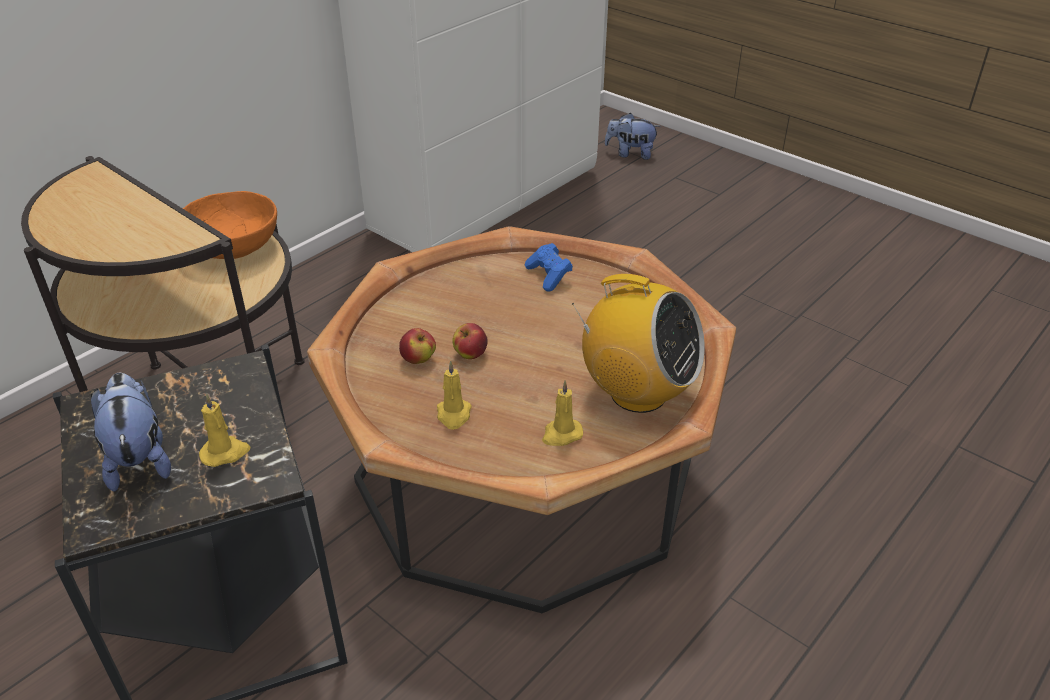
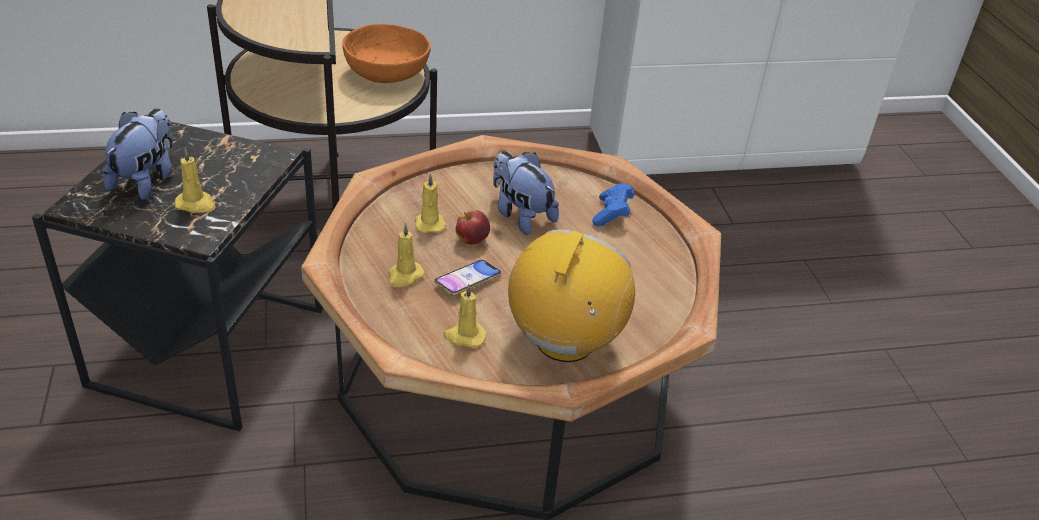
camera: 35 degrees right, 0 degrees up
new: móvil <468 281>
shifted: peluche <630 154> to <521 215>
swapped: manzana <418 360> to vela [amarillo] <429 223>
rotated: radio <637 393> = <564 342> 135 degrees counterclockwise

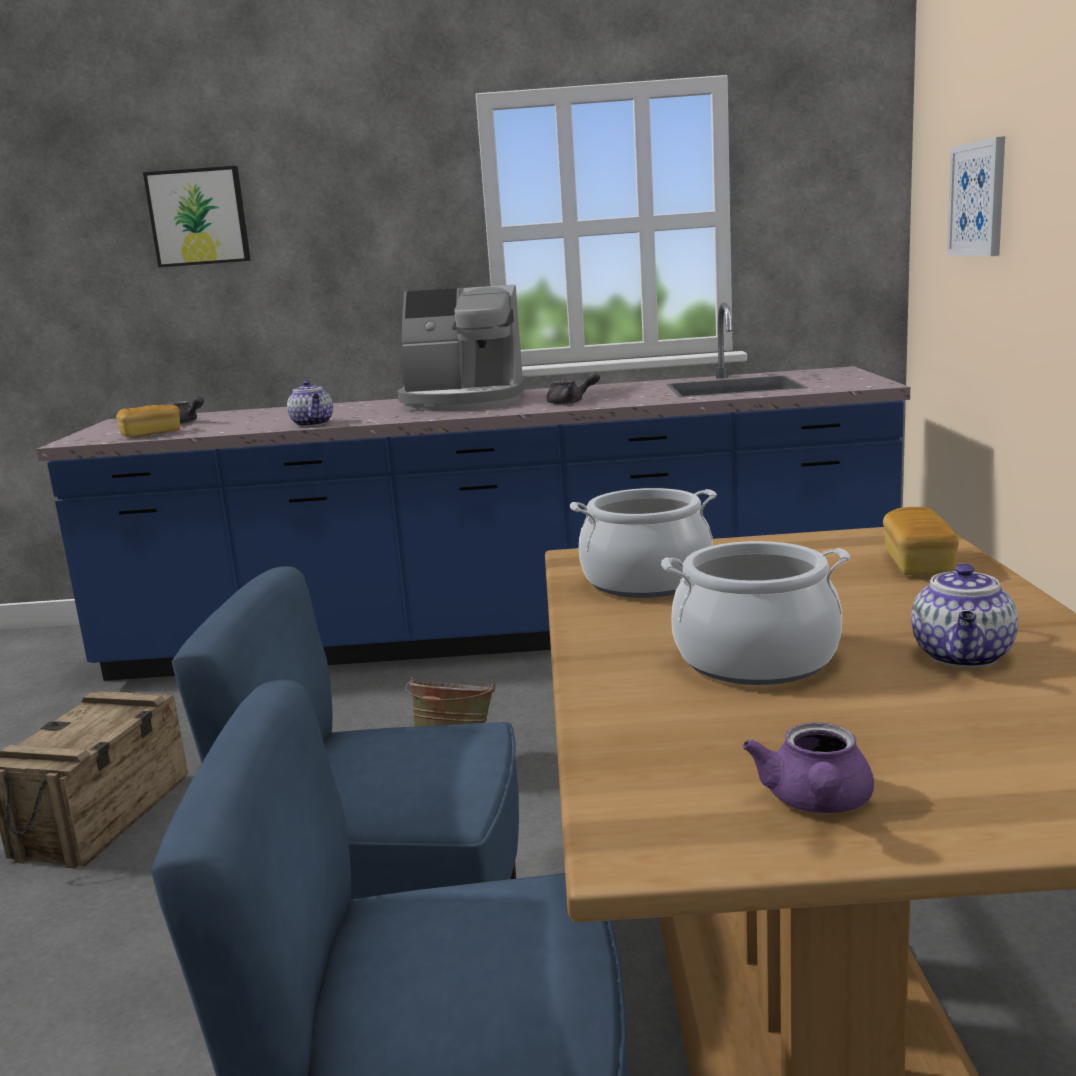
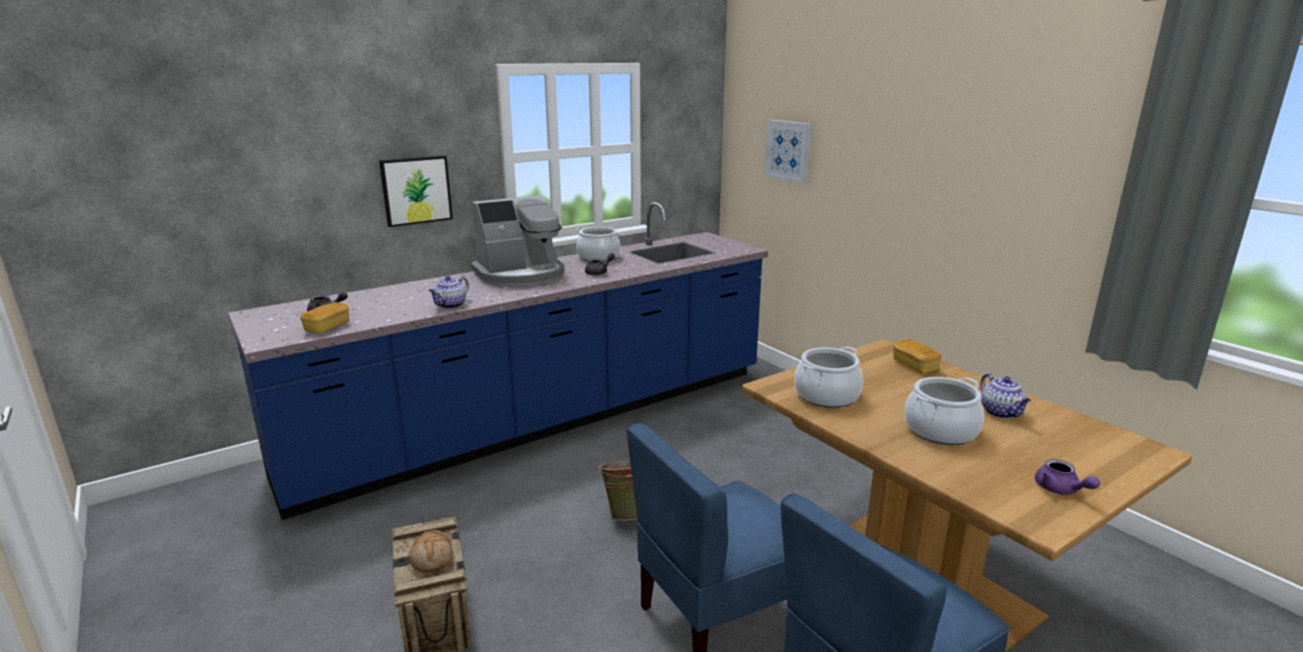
camera: 35 degrees left, 5 degrees up
new: pan <433 558>; olla <598 257>
shifted: cuadro <199 217> to <416 190>
rotated: tetera <313 424> = <450 305> 90 degrees clockwise

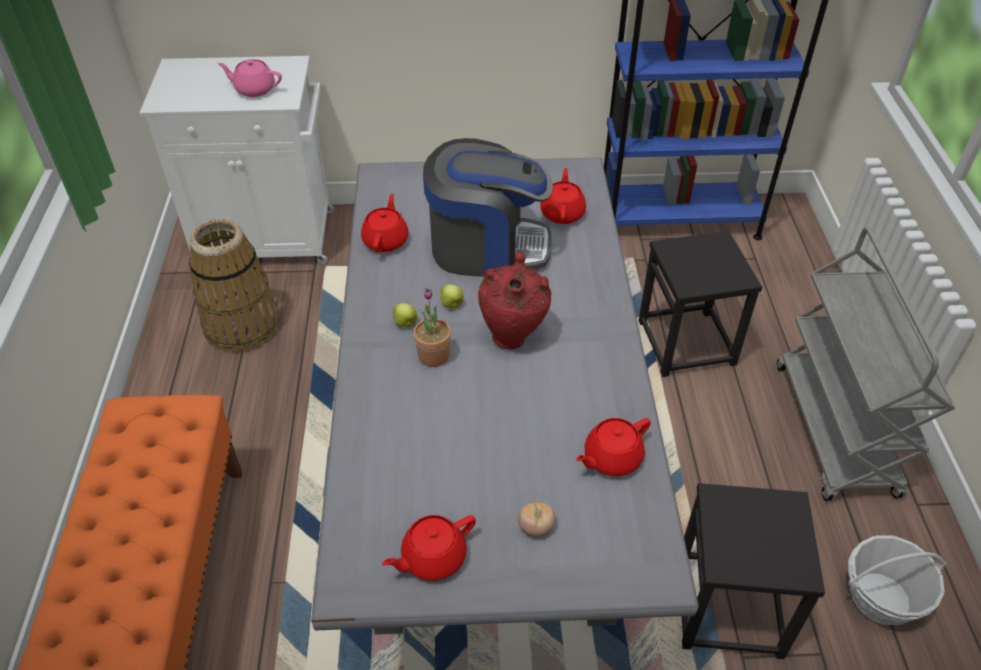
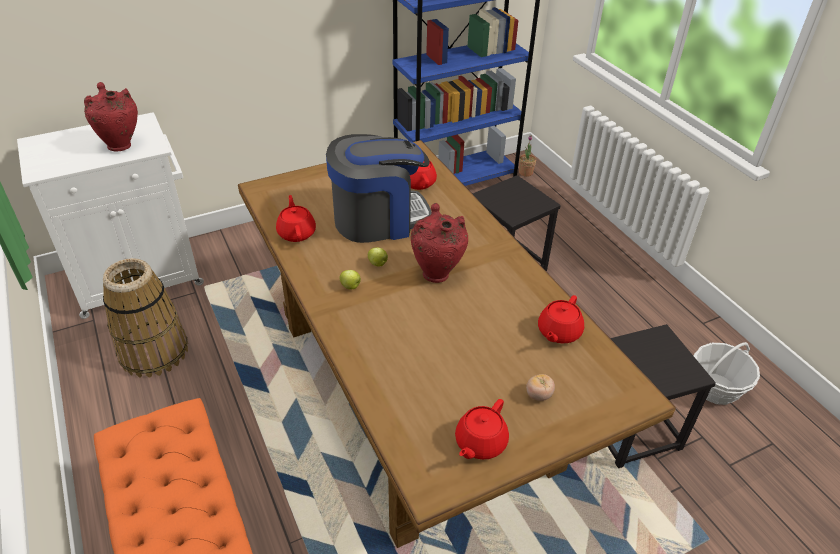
camera: 25 degrees left, 5 degrees down
gone: carrito [gris] <835 430>
shifted: planta en maceta <433 356> to <525 173>
swapped: tetera [rosa] <254 89> to florero [rojo] <121 145>
repainted: mesa de comedor [gris] <487 465> to mesa de comedor [marrón] <414 392>

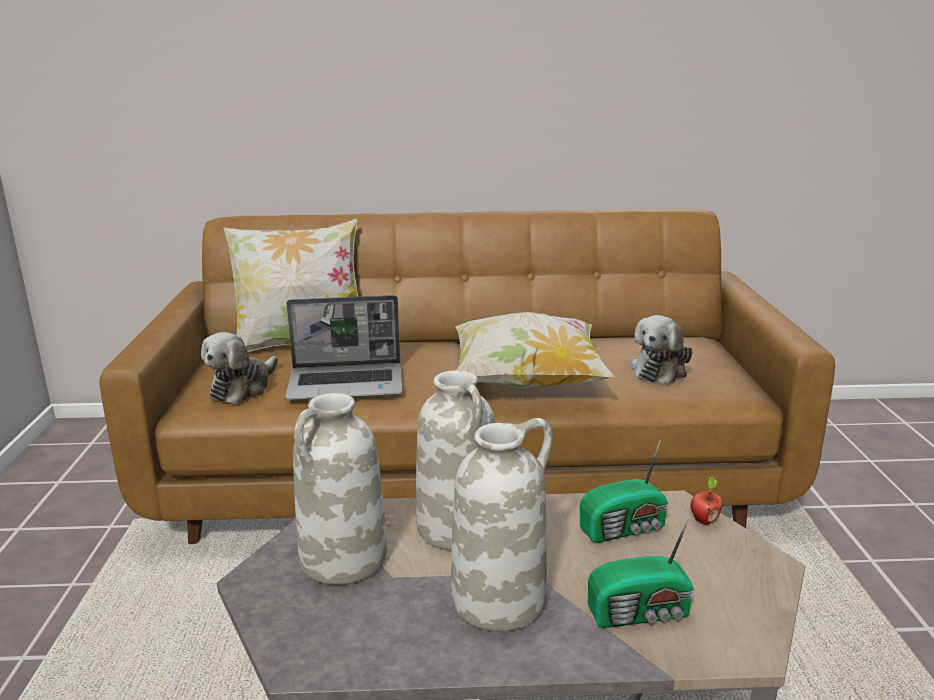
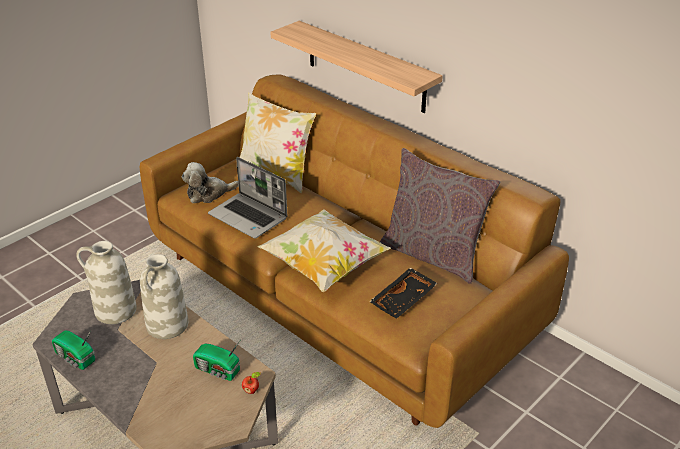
camera: 45 degrees right, 15 degrees up
gone: florero [blanco] <499 599>
new: estante <365 67>; cojín [gris] <433 255>
shifted: radio <642 613> to <75 358>
swapped: peluche <660 370> to bandeja [negro] <404 300>

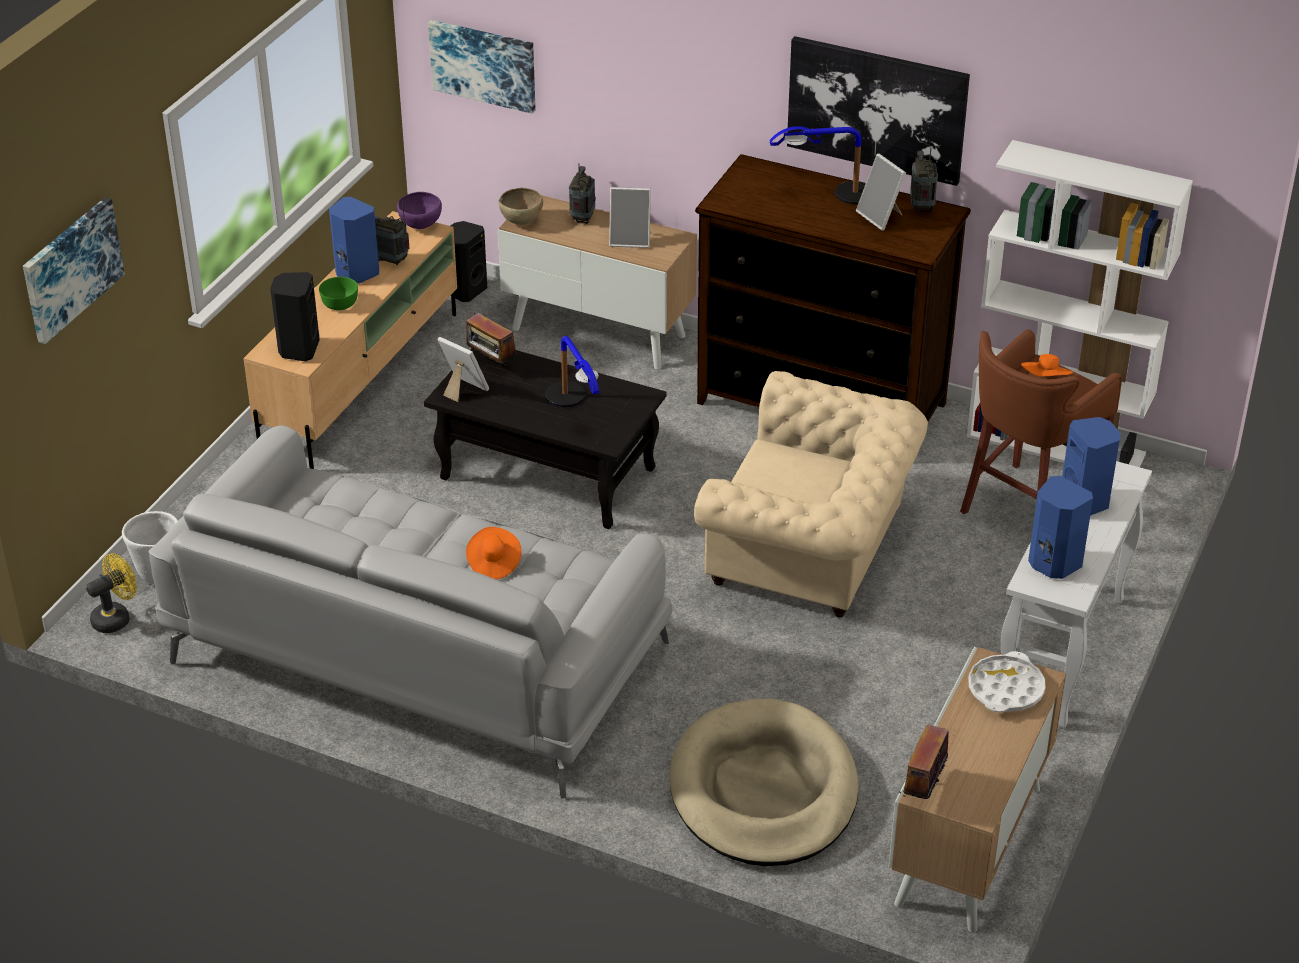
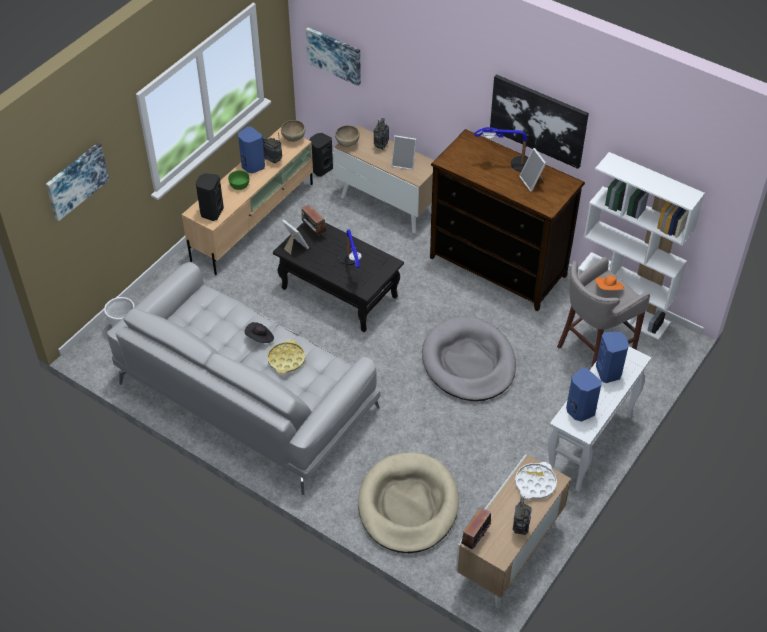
camera: 10 degrees right, 10 degrees up
gone: ventilador [amarillo] <116 617>
new: sombrero [negro] <260 338>
shifted: radio <921 208> to <520 529>
swapped: sombrero [naranja] <493 563> to bandeja [amarillo] <286 360>; sillón [beis] <811 554> to cama para perro [gris] <469 362>
repainted: cuenco [morado] <420 226> to cuenco [marrón] <293 139>; taburete [marrón] <1025 510> to taburete [gris] <593 350>

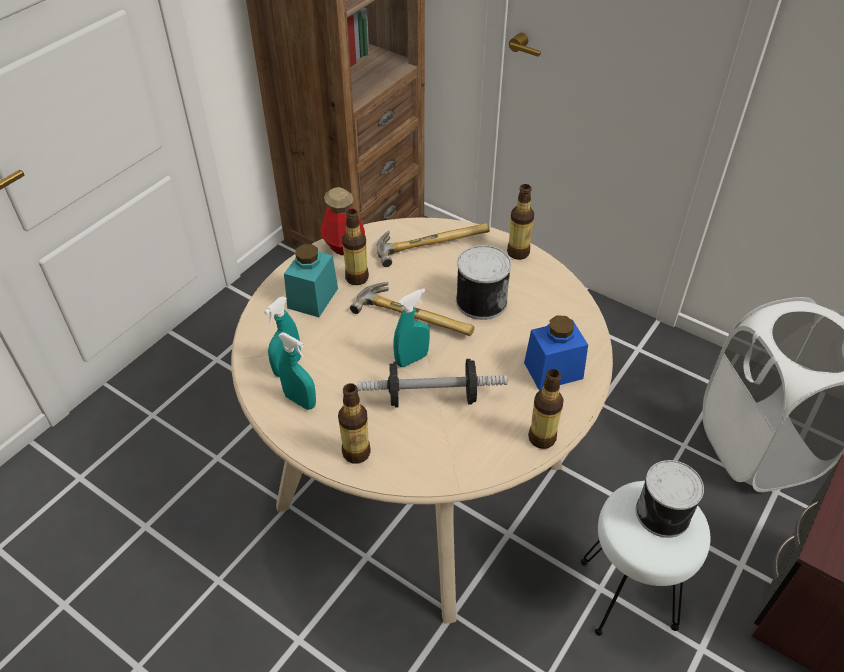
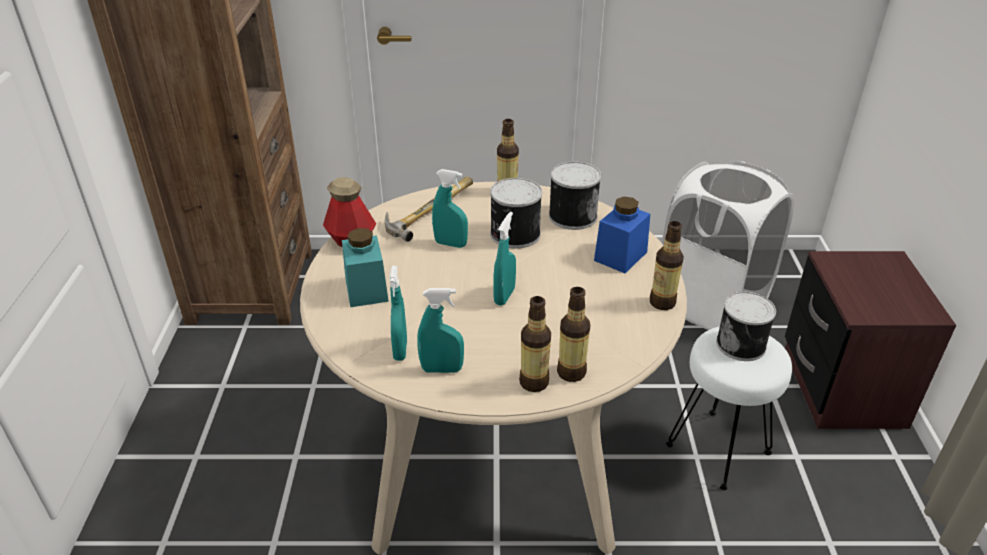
camera: 35 degrees left, 10 degrees down
gone: martillo <416 314>; mancuerna <432 397>
new: pulverizador [turquesa] <450 244>; lata <571 215>
shifted: botella <357 278> to <571 372>

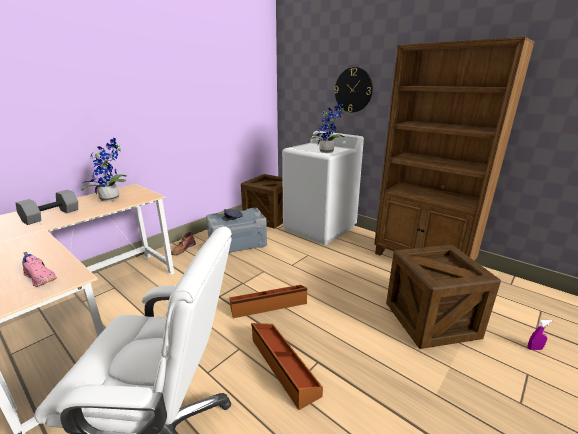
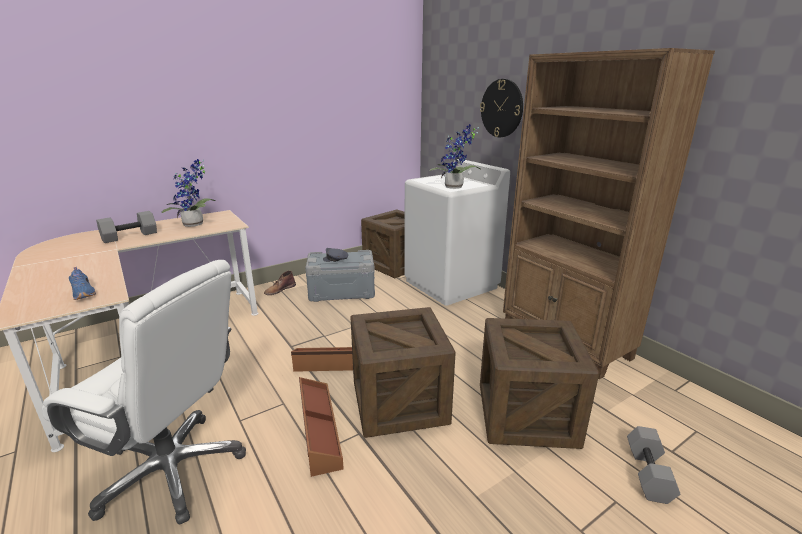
camera: 15 degrees right, 0 degrees up
new: caja de embalaje <399 402>
swapped: pulverizador [morado] <534 348> to mancuerna [gris] <649 474>
repainted: zapato [rosa] <41 278> to zapato [azul] <84 293>

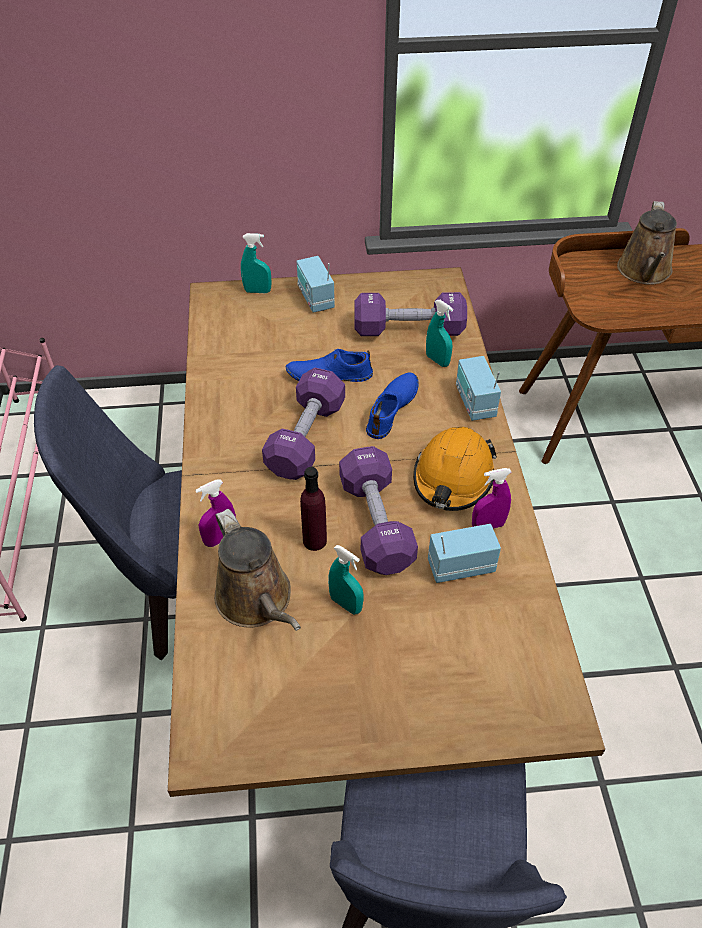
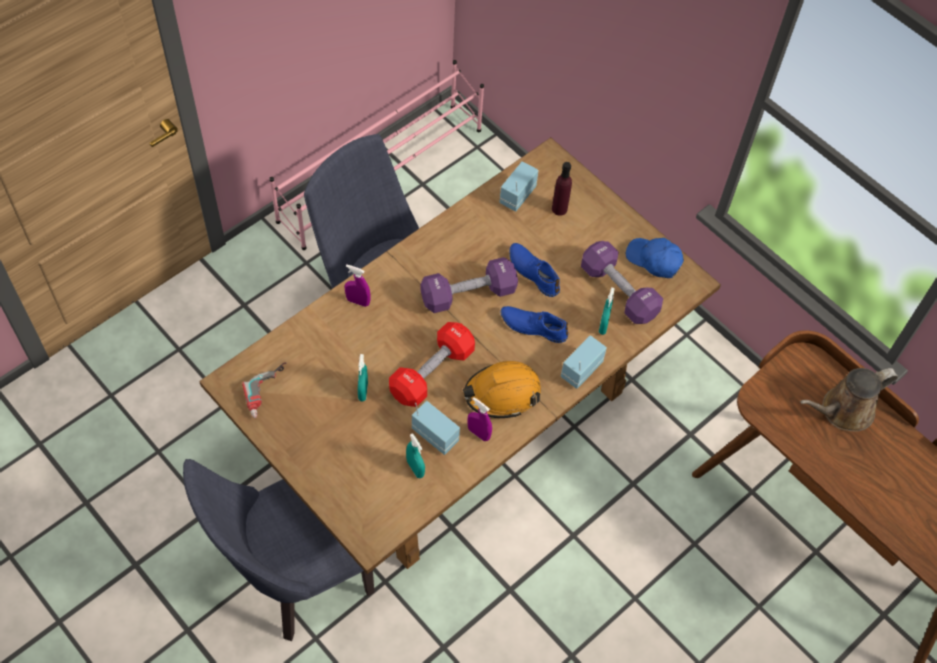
camera: 50 degrees right, 10 degrees up
gone: regadera [marrón] <257 601>
new: taladro <269 392>; gorra [azul] <654 260>
shifted: pulverizador [turquesa] <257 291> to <415 468>; radio <315 298> to <517 195>; botella [morado] <314 541> to <559 209>
repainted: mancuerna [morado] <376 523> to mancuerna [rojo] <432 372>
rotated: zapato [azul] <392 409> = <533 326> 150 degrees counterclockwise

